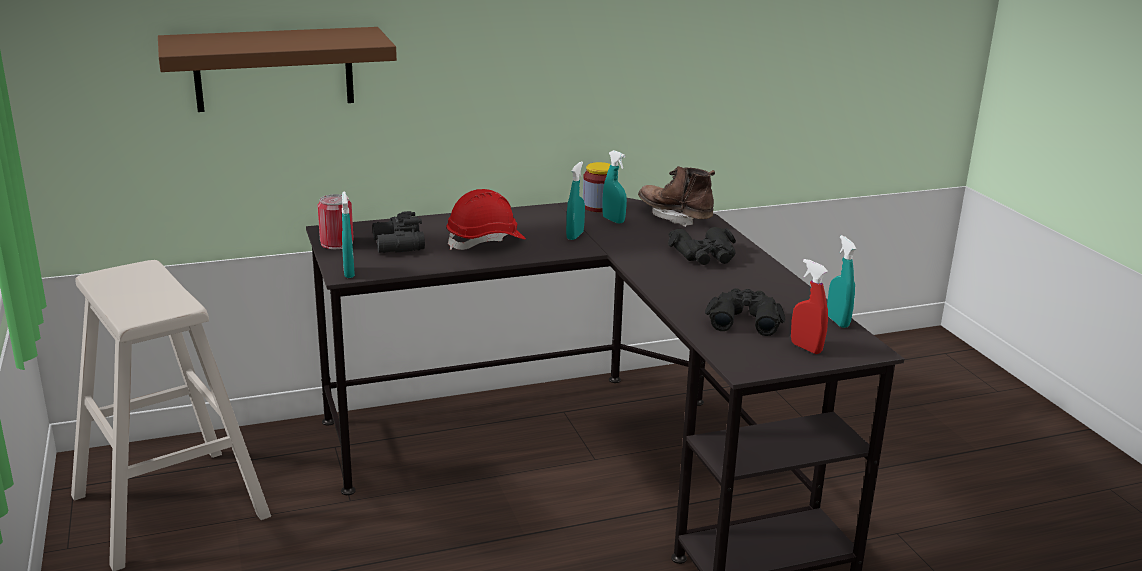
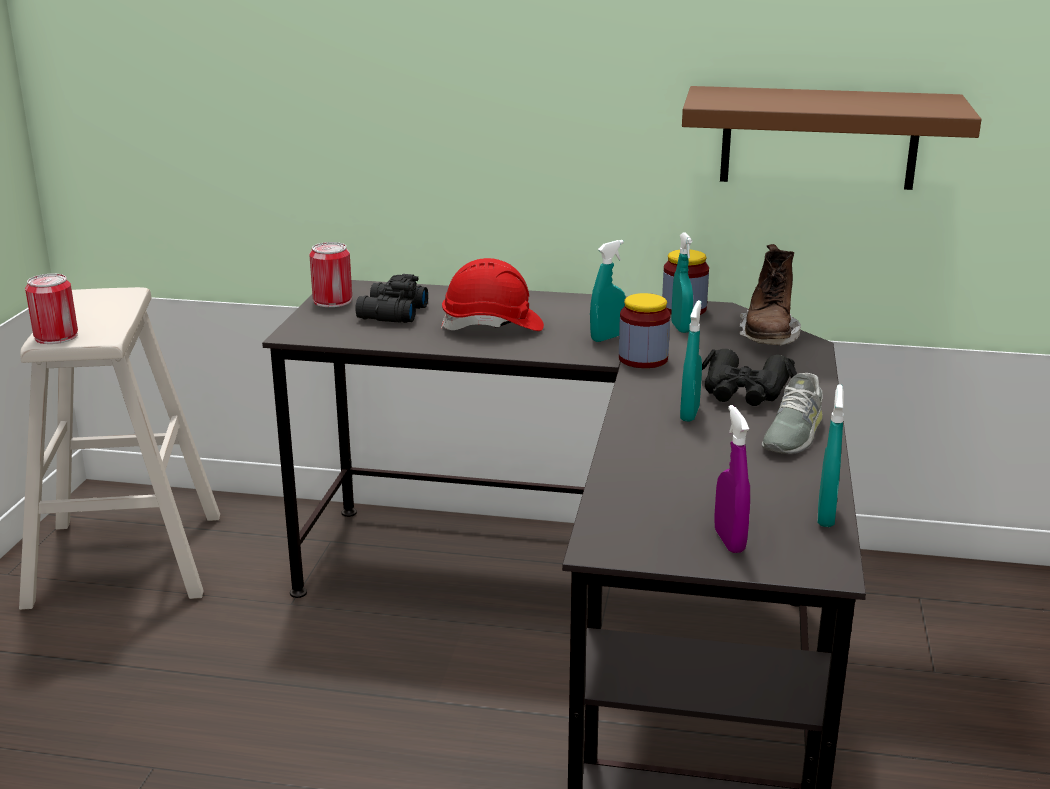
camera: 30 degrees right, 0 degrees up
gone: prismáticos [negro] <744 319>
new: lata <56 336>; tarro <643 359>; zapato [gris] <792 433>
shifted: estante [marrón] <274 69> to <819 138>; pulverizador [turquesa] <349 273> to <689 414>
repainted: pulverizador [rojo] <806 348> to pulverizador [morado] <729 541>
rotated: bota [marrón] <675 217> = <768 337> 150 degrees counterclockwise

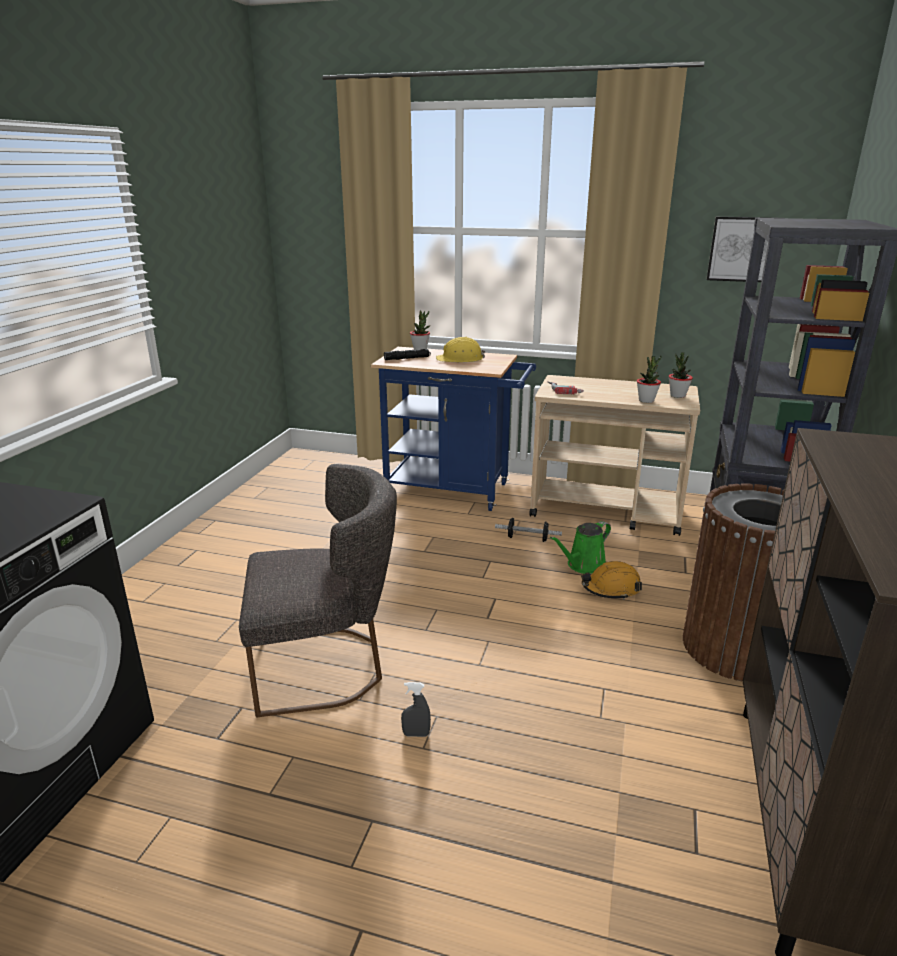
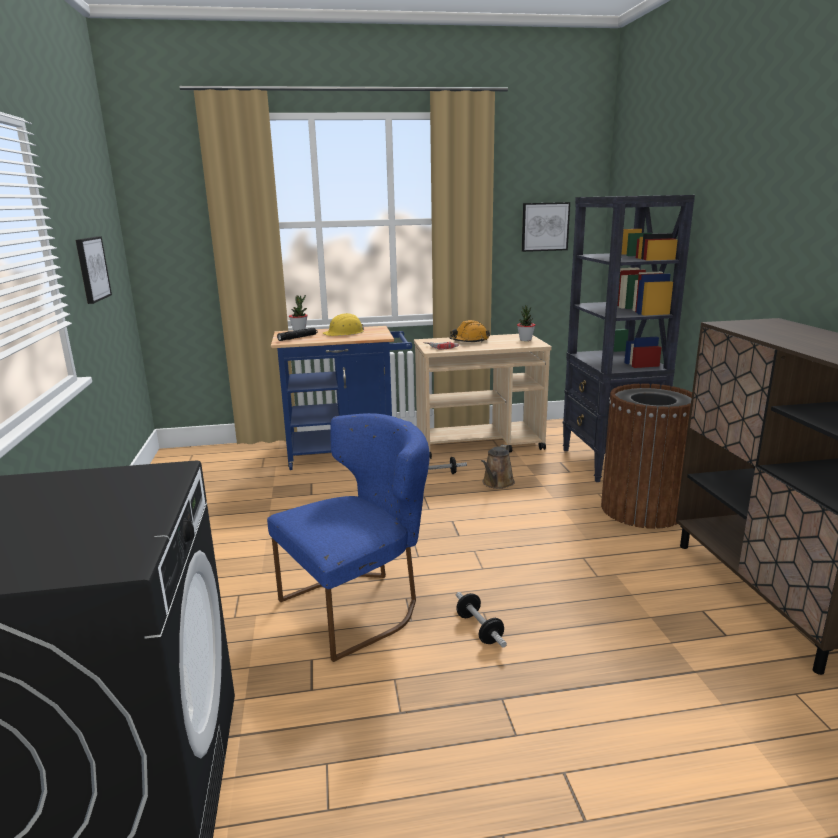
camera: 25 degrees left, 5 degrees down
gone: planta en maceta <646 400>
new: cuadro <91 269>
shifted: casco [naranja] <611 589> to <469 341>
swapped: pulverizador [gris] <416 734> to mancuerna <479 629>
repainted: silla [gris] <327 666> to silla [azul] <359 605>; regadera [verde] <583 566> to regadera [marrón] <497 483>

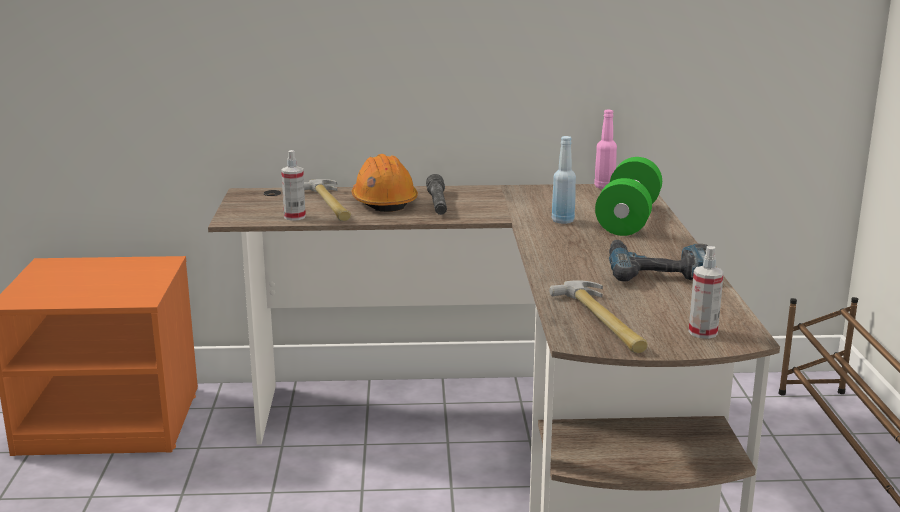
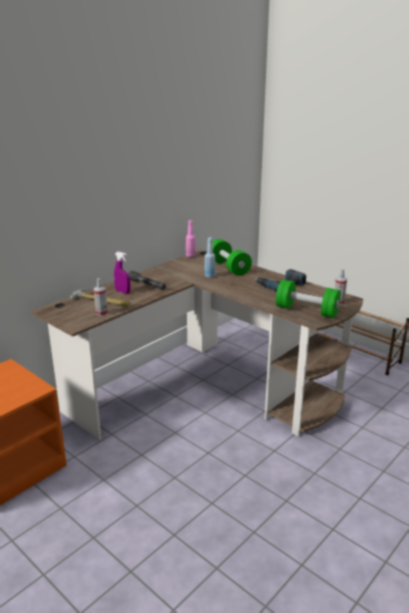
camera: 45 degrees left, 5 degrees up
swapped: casco [naranja] <383 202> to pulverizador [morado] <123 292>; martillo <602 321> to mancuerna [verde] <306 311>

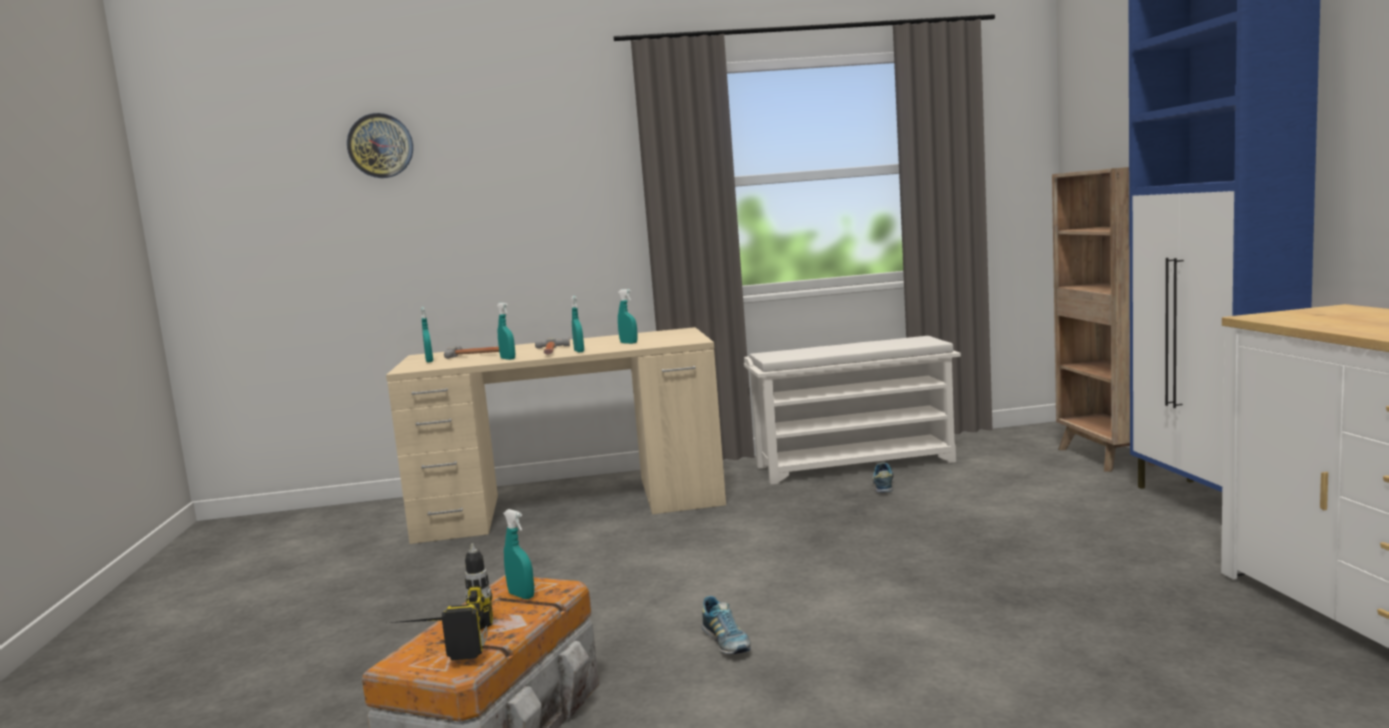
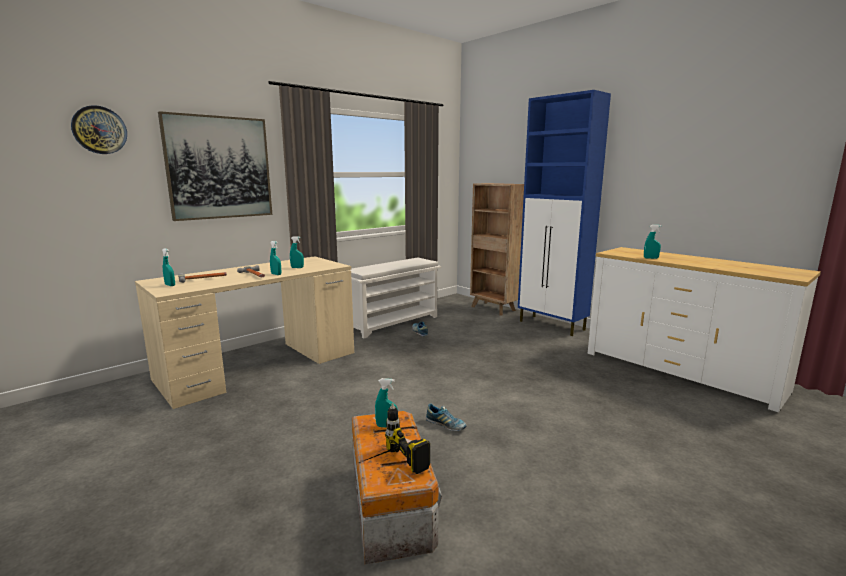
camera: 35 degrees left, 5 degrees up
new: cuadro <219 168>
shifted: pulverizador [turquesa] <508 359> to <651 258>

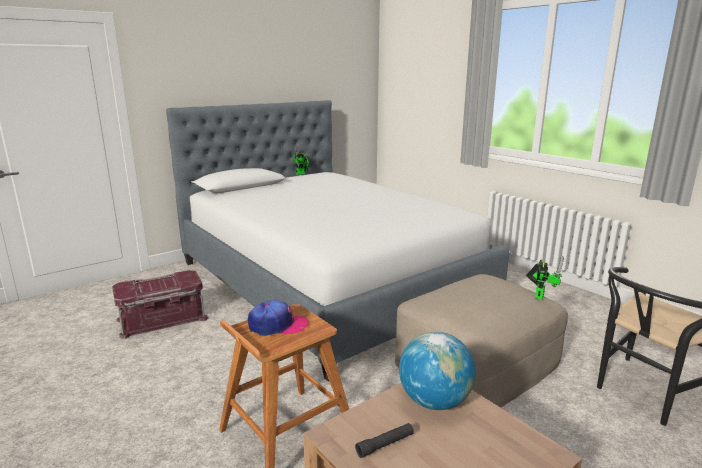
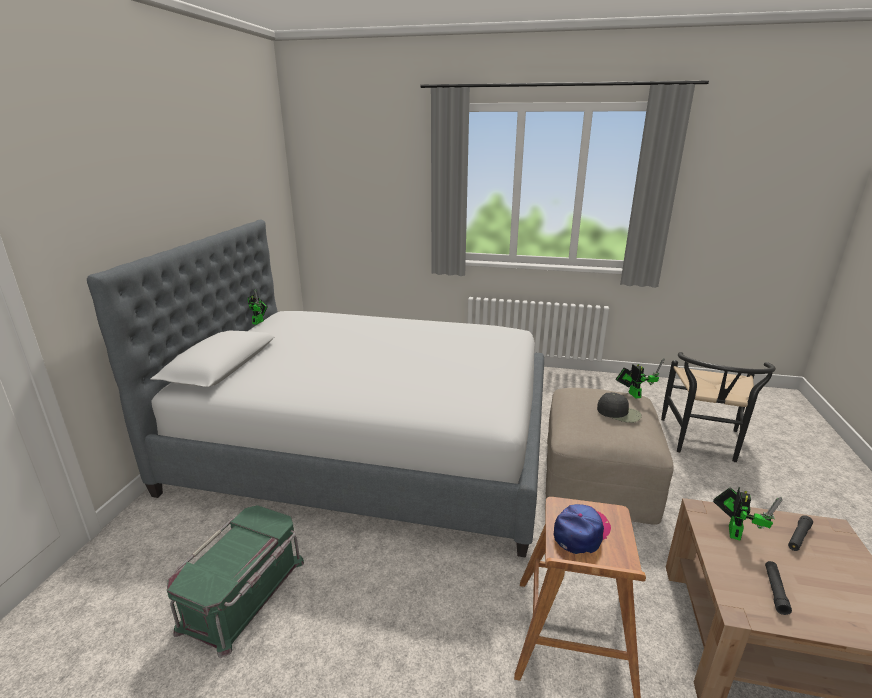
camera: 40 degrees left, 5 degrees up
new: gorra [negro] <619 413>; linterna [negro] <798 537>
swapped: globo terráqueo <434 401> to robot de juguete <734 530>
repainted: caja de almacenaje [rojo] <162 320> to caja de almacenaje [verde] <244 594>

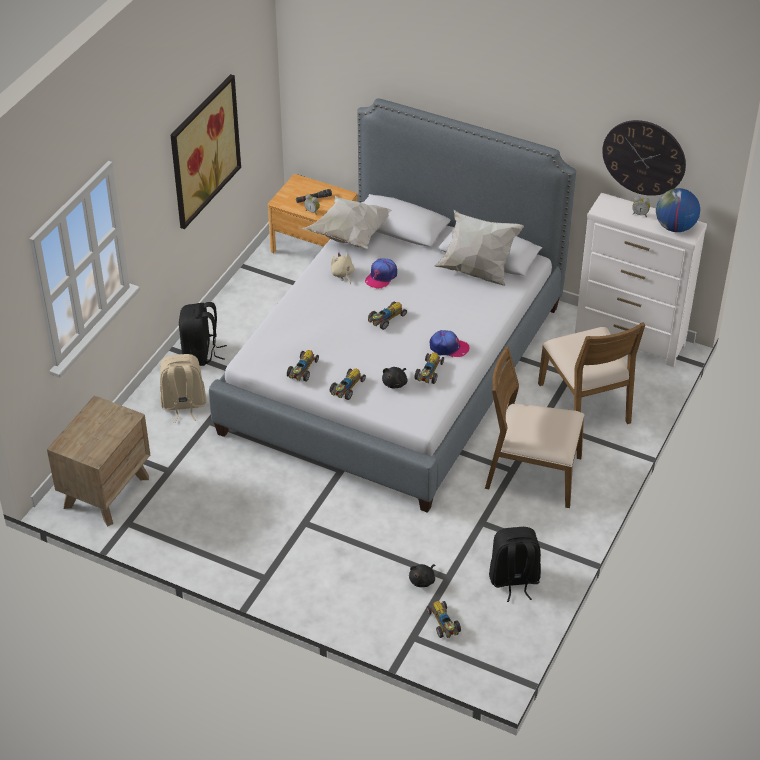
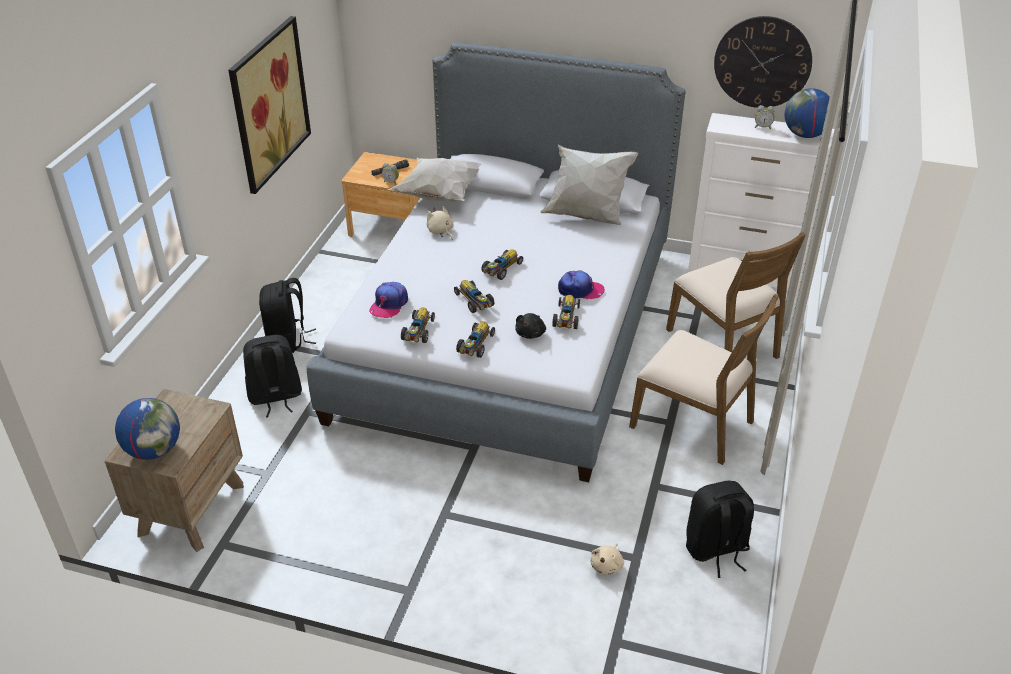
camera: 10 degrees left, 5 degrees down
new: globo terráqueo <154 450>
shifted: gorra <381 277> to <389 304>; coche de juguete <443 624> to <474 302>
repainted: mochila [beis] <183 405> to mochila [negro] <275 397>; peluche [negro] <423 580> to peluche [beis] <607 565>
rotated: silla [marrón] <532 473> = <693 423> 150 degrees counterclockwise

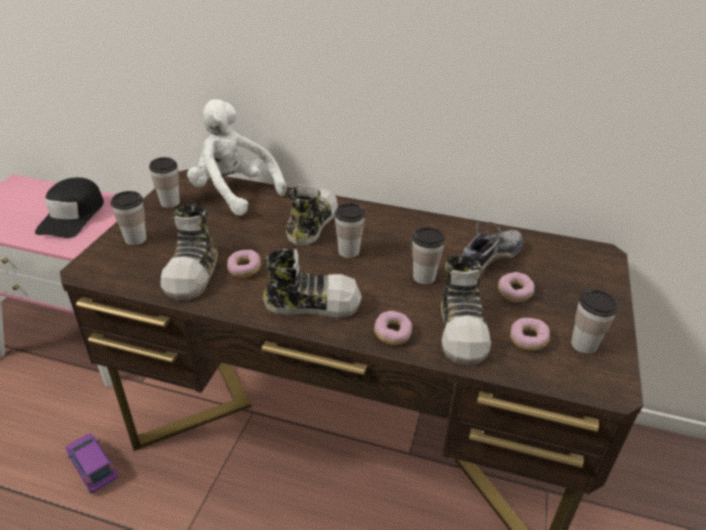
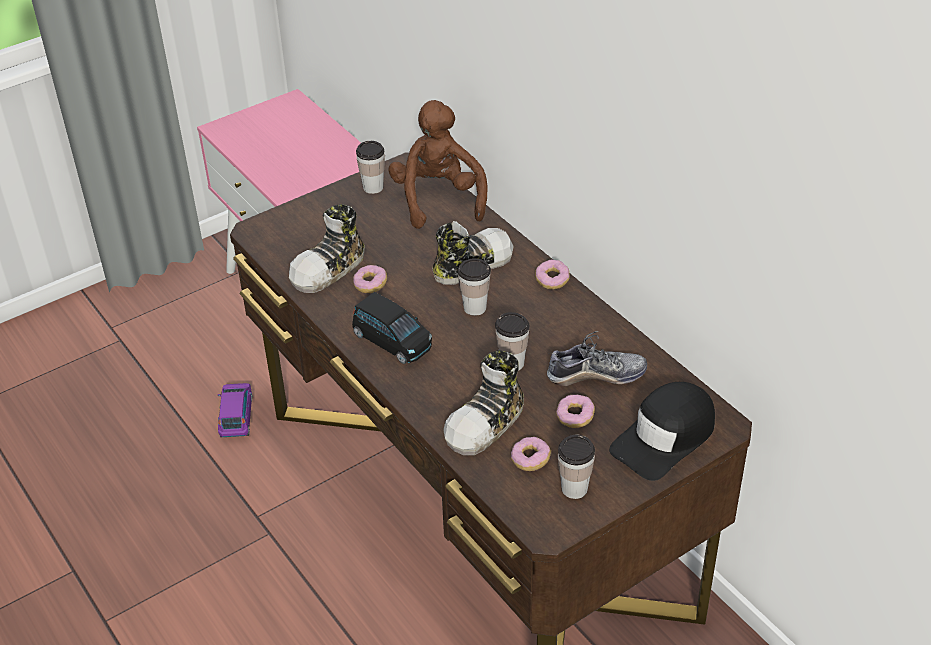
camera: 40 degrees right, 5 degrees up
gone: taza <135 239>
shifted: gorra [negro] <73 216> to <665 438>; rosquilla <392 334> to <552 280>
swapped: zapato <312 303> to coche de juguete [negro] <392 341>
repainted: peluche [blanco] <234 193> to peluche [marrón] <438 199>

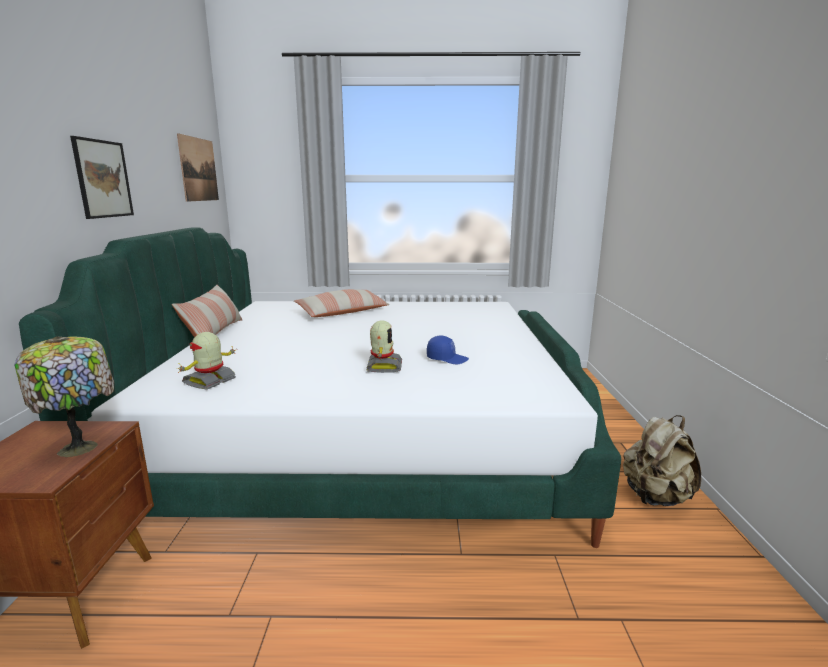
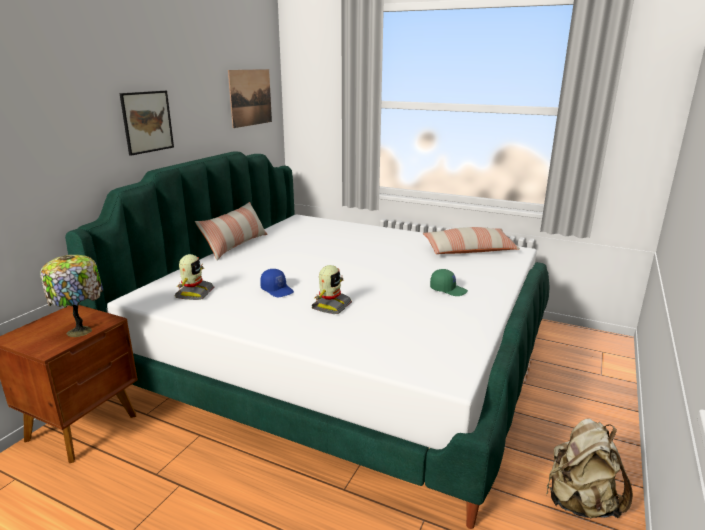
camera: 25 degrees right, 5 degrees up
new: gorra [verde] <448 289>
shifted: cojín <342 312> to <469 250>; gorra [azul] <447 358> to <277 290>
rotated: robot de juguete <210 381> = <194 293> 135 degrees clockwise

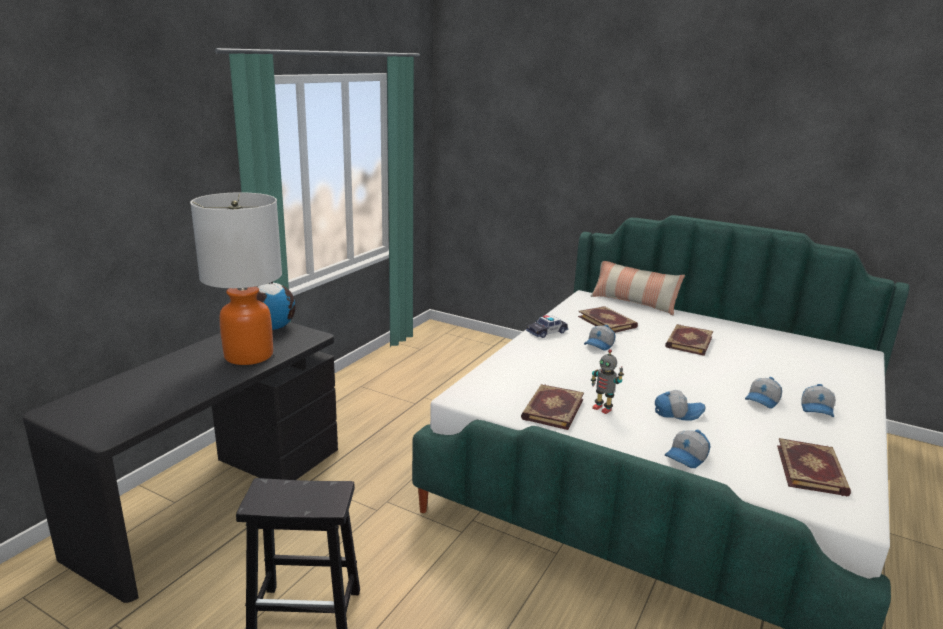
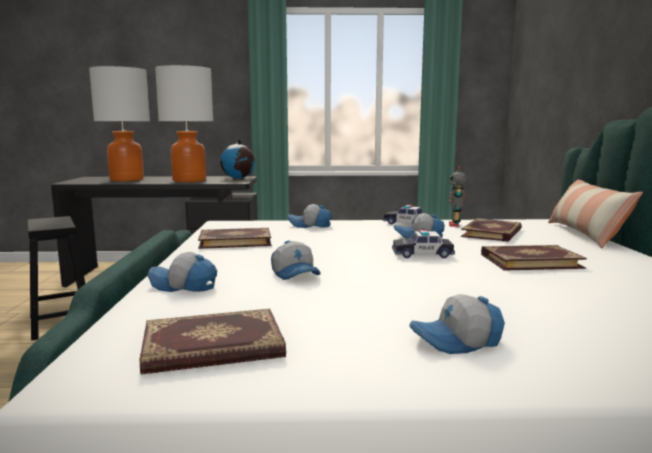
camera: 60 degrees right, 10 degrees down
new: lámpara de mesa <126 180>; coche de juguete <422 254>
shifted: robot de juguete <602 408> to <455 225>; gorra <763 401> to <309 225>

